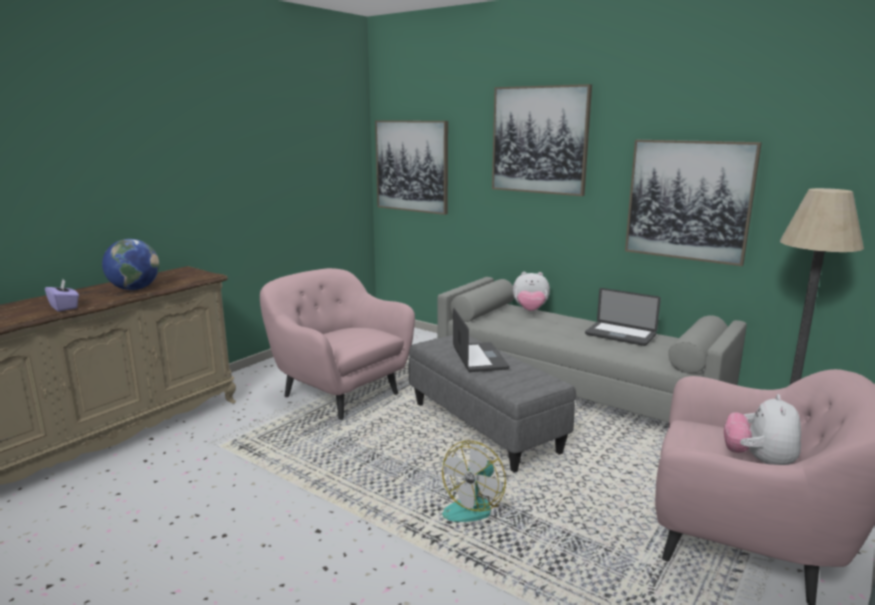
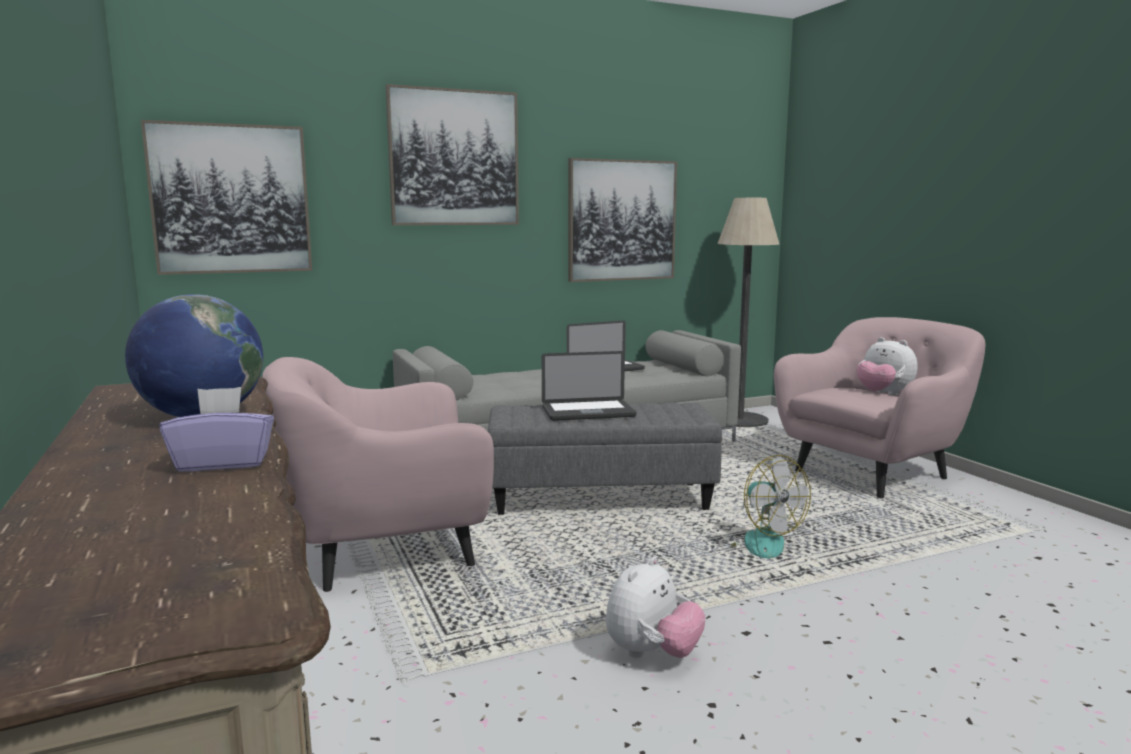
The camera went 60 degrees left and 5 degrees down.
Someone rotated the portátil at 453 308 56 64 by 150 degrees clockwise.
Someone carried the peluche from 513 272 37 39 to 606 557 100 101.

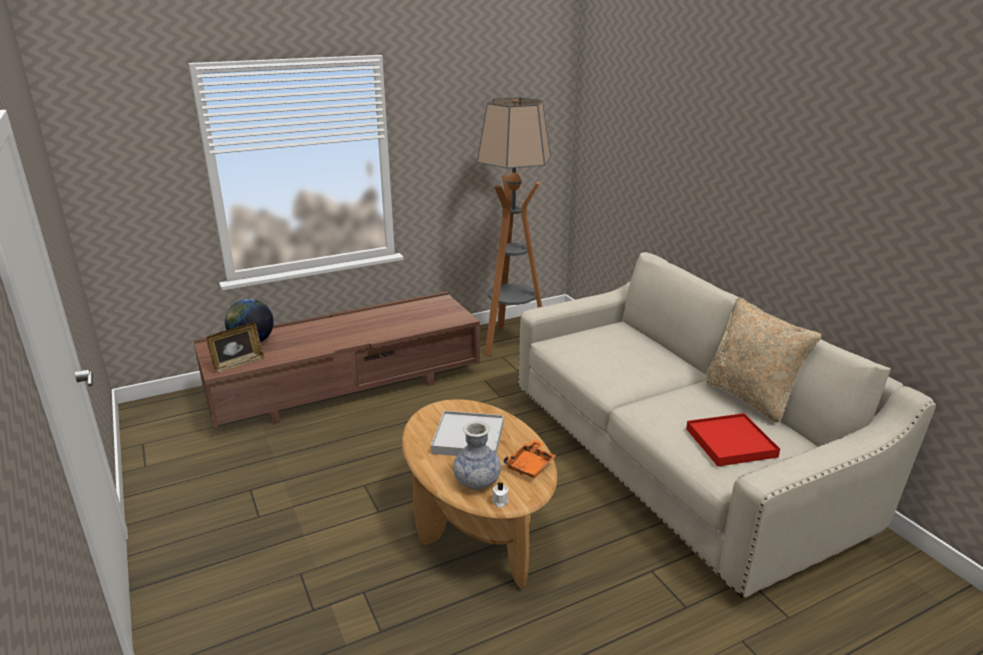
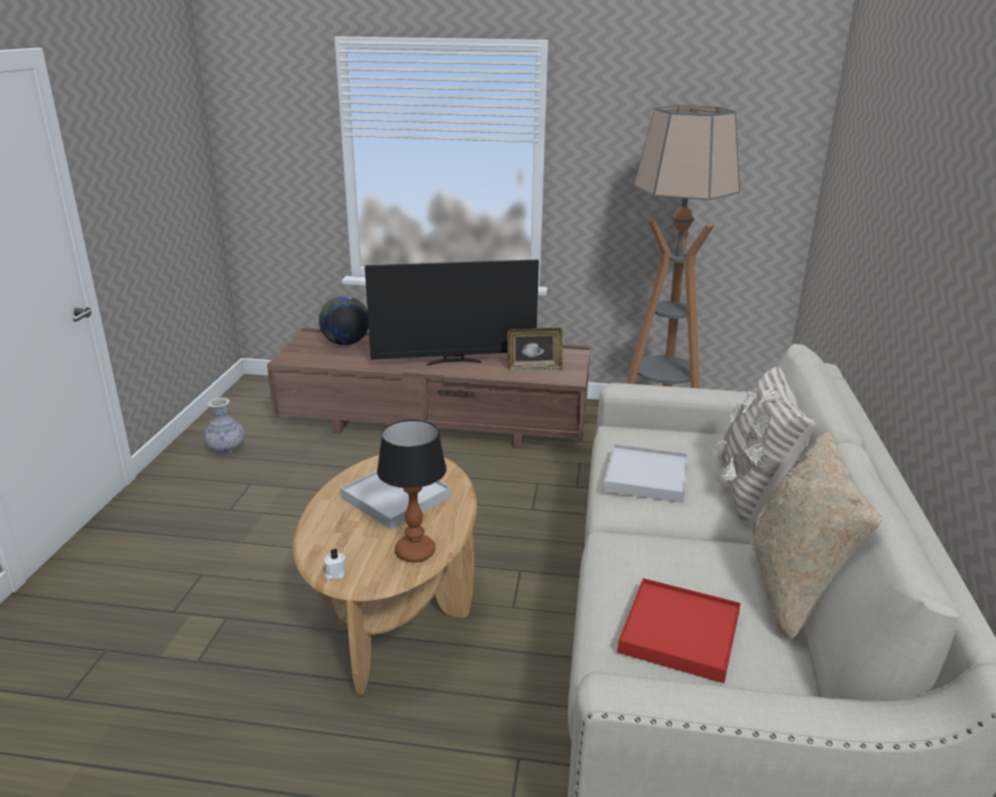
The camera went 35 degrees right and 0 degrees up.
Someone carried the portarretratos from 206 322 59 51 to 507 328 56 43.
Someone carried the florero from 453 421 48 69 to 204 398 40 55.
Someone swapped the bandeja [naranja] at 504 440 52 38 for the lámpara de mesa at 377 420 70 143.
Someone put down the televisor at 365 260 174 106.
Someone put down the bandeja [blanco] at 603 444 85 59.
Someone put down the cojín [beis] at 711 366 105 160.

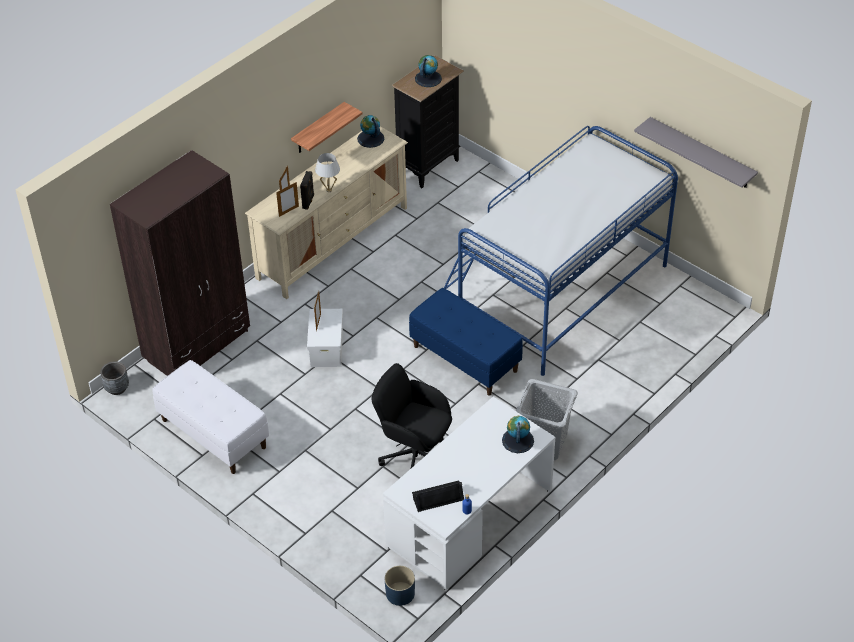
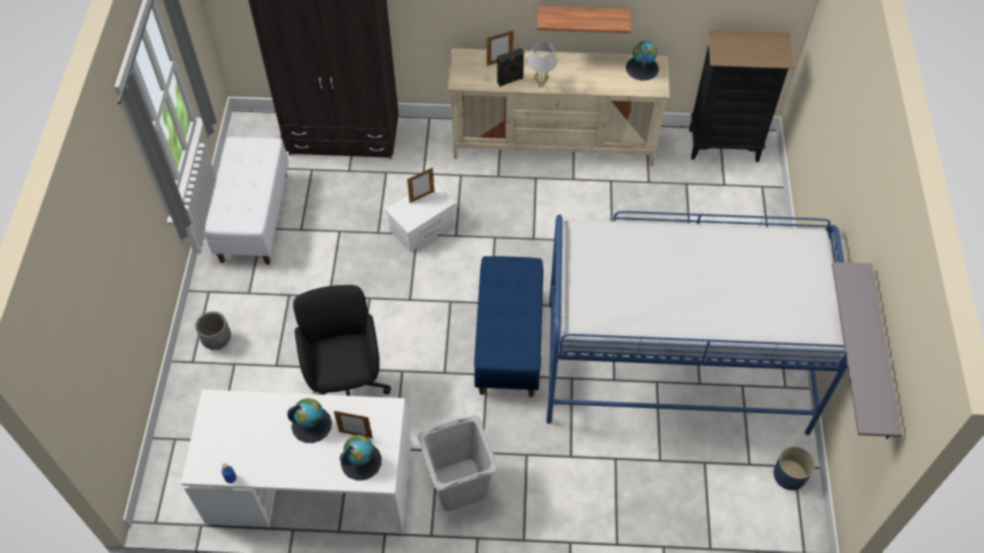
The camera went 50 degrees right and 10 degrees up.
Someone carried the maceta [gris] from 100 361 29 34 to 195 311 36 39.
Someone carried the portarretratos from 276 182 23 35 to 334 411 39 27.
Someone carried the maceta [azul] from 385 566 30 40 to 773 446 42 44.
Someone took away the altavoz [negro] at 412 480 52 32.
Someone carried the globo terráqueo from 415 55 27 32 to 287 398 45 45.

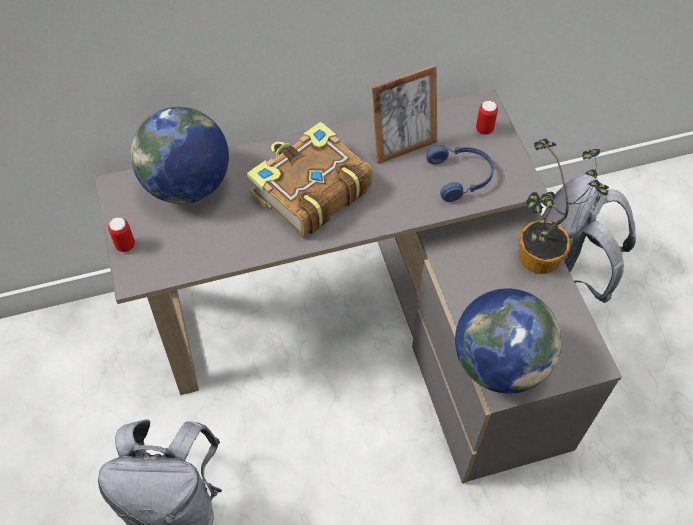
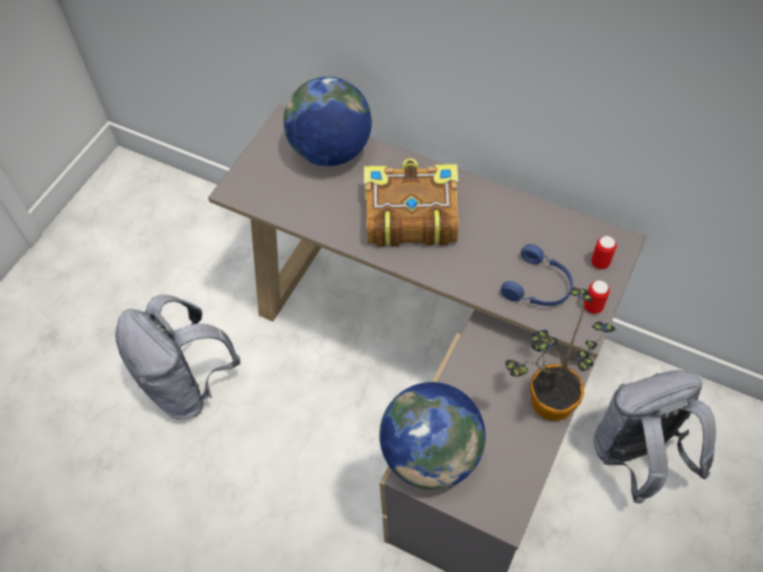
The camera went 45 degrees right and 0 degrees up.
Someone carried the lata from 108 218 27 34 to 584 280 26 34.
Someone took away the portarretratos at 371 65 66 99.

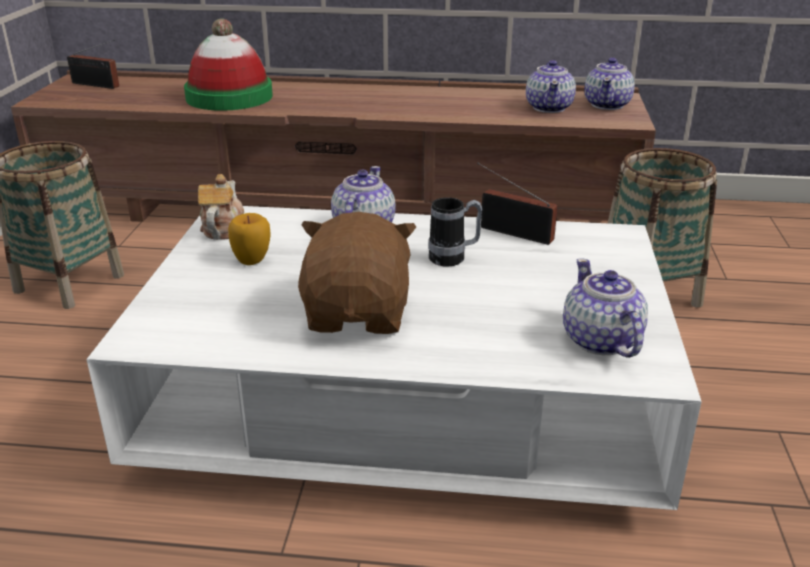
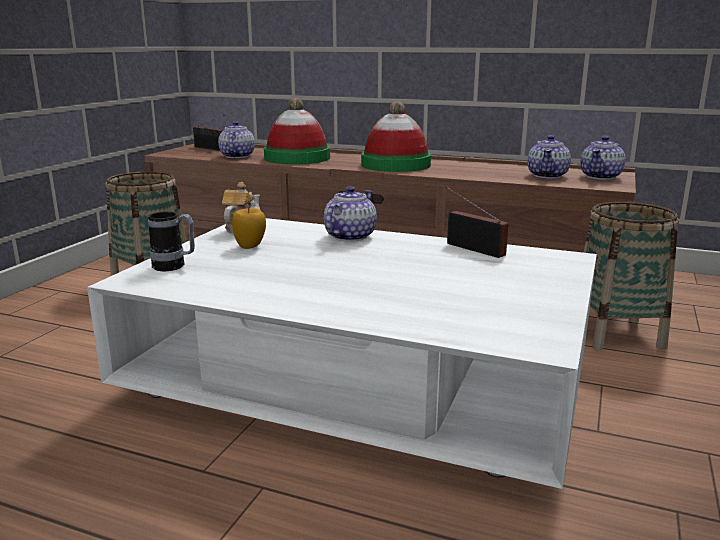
The camera went 15 degrees right and 10 degrees down.
Someone took away the peluche [marrón] at 298 212 118 122.
Someone carried the taza grande from 428 197 54 69 to 148 212 47 59.
Someone carried the tetera from 563 258 85 100 to 218 121 37 37.
Someone put down the sombrero at 361 101 70 71.

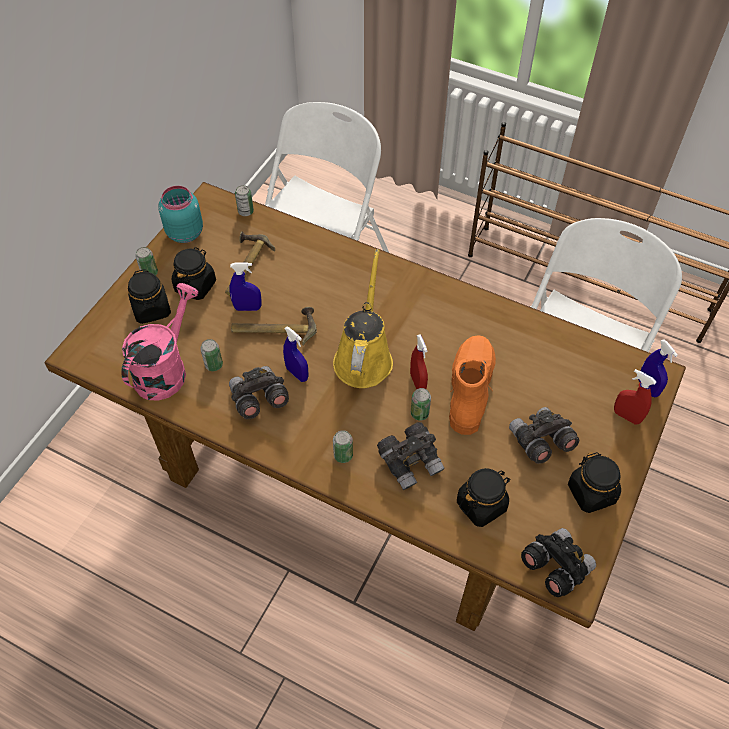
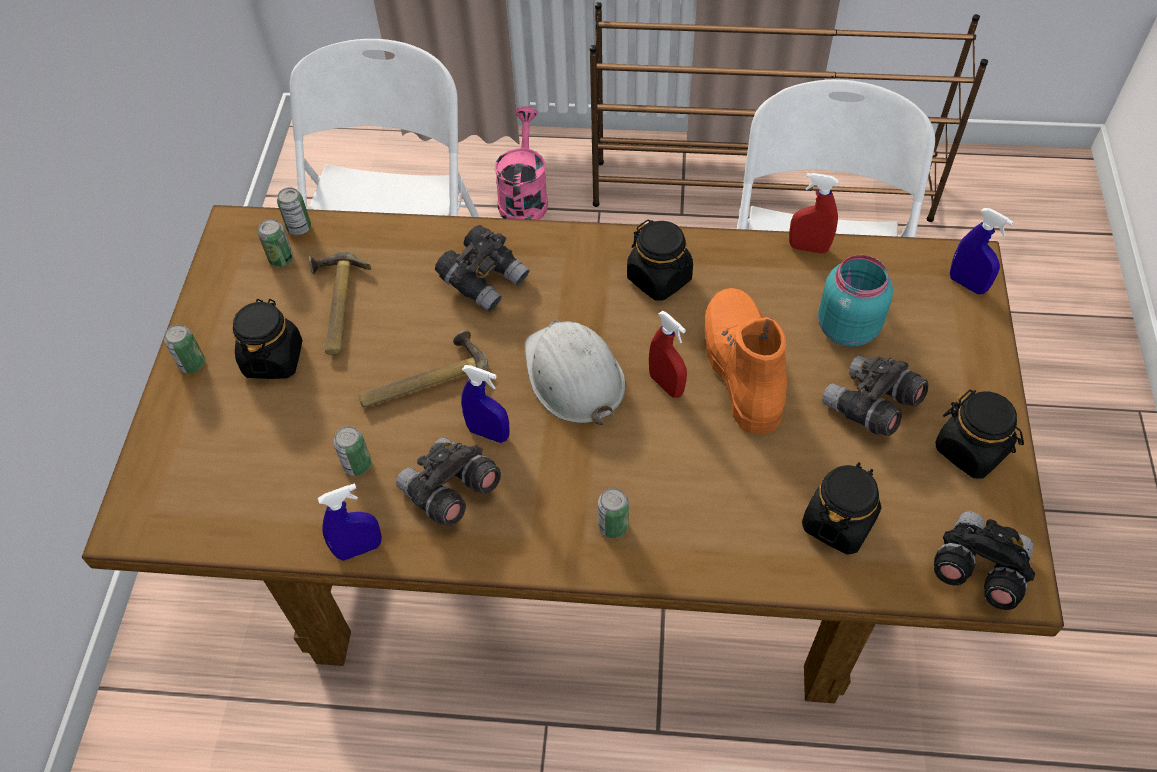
The camera went 20 degrees left and 0 degrees up.
Someone carried the regadera [rosa] from 121 283 78 118 to 495 106 53 114.
Someone carried the tarro [negro] from 128 269 43 55 to 627 219 66 82.
Someone carried the tarro [turquesa] from 159 186 44 57 to 818 255 75 92.
Someone carried the pulverizador [azul] from 229 262 33 49 to 318 483 64 78.
Someone swapped the regadera [amarillo] at 333 249 60 139 for the casco [blanco] at 525 321 101 104.
Someone carried the prismáticos [gris] from 377 422 68 68 to 435 225 95 87.
Someone carried the lata from 411 388 20 33 to 258 219 35 48.
Someone carried the pulverizador [rojo] from 614 369 42 56 to 789 173 50 81.

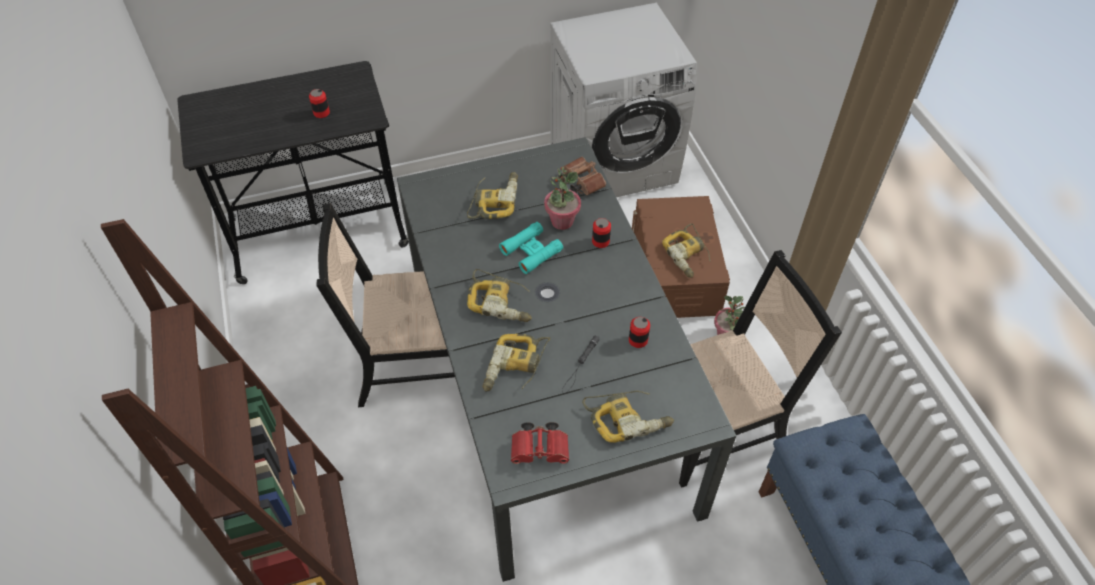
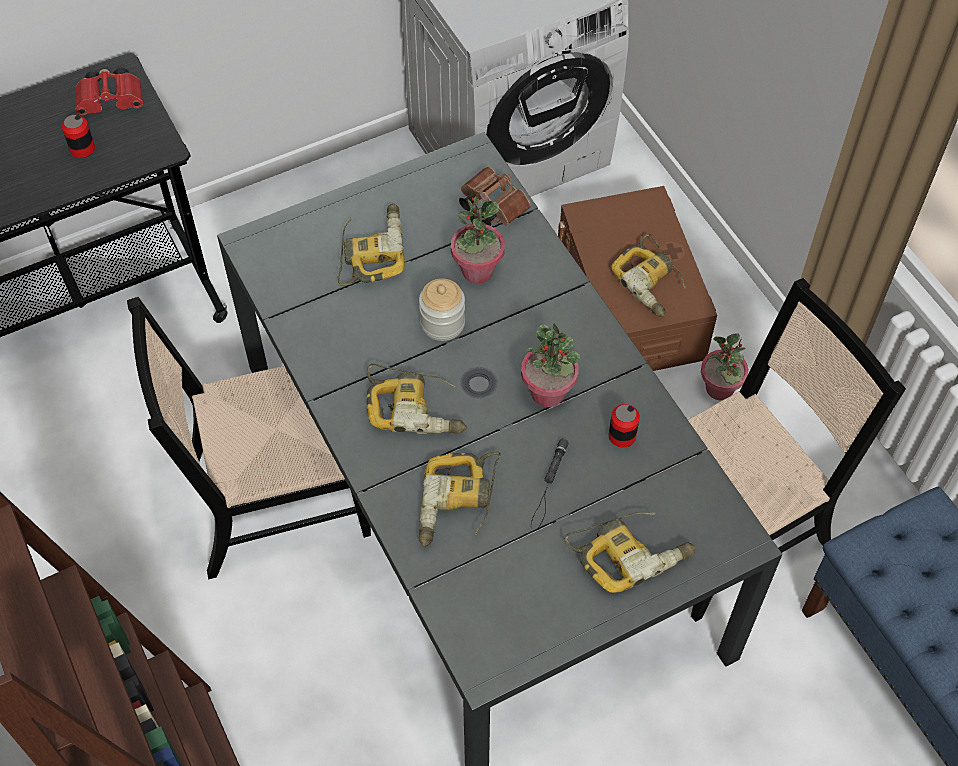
The camera went 10 degrees left and 5 degrees up.
Someone swapped the prismáticos [turquesa] at 499 222 64 52 for the tarro at 419 279 46 62.
Someone carried the prismáticos [rojo] from 511 422 58 42 to 75 67 68 49.
Someone took away the lata at 592 218 19 30.
Someone put down the planta en maceta at 521 323 59 84.

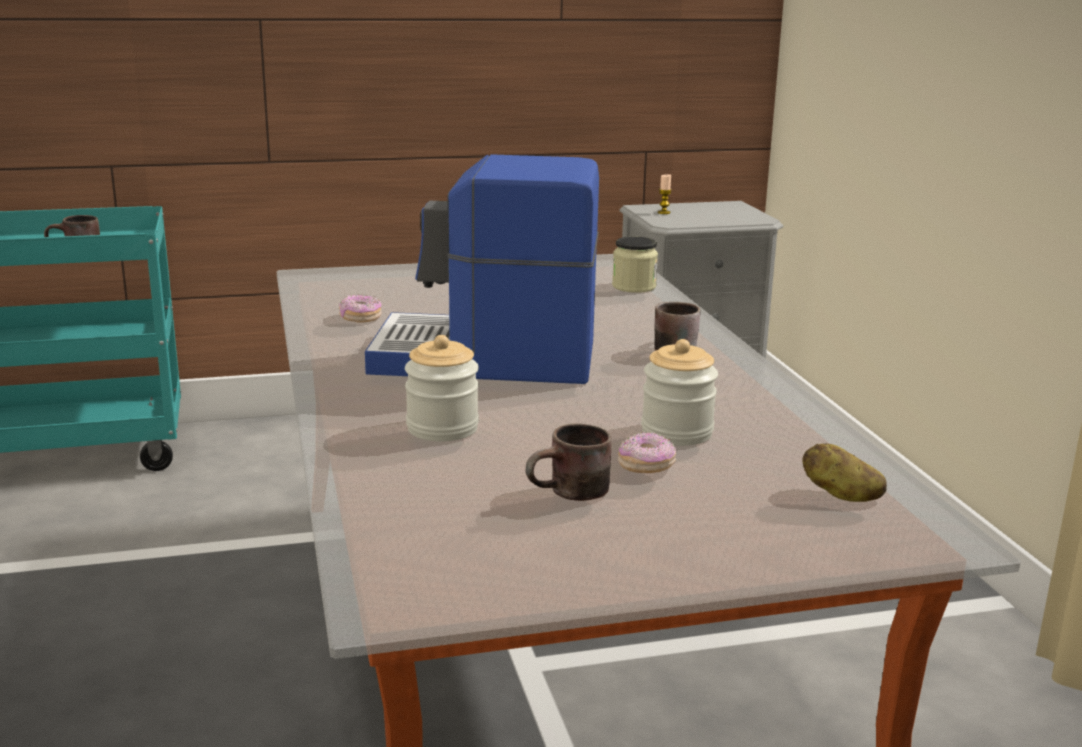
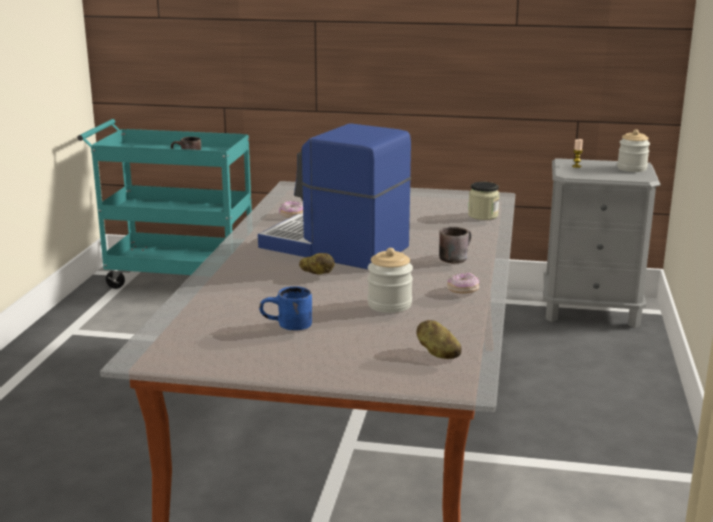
The camera went 25 degrees right and 0 degrees up.
Someone carried the tarro from 405 335 74 106 to 617 129 33 43.
Someone repainted the taza grande [marrón] at 526 423 85 78, which became the taza grande [azul] at 259 286 53 45.
Someone carried the rosquilla from 618 432 58 41 to 447 272 32 22.
Someone put down the patata at 299 253 36 22.

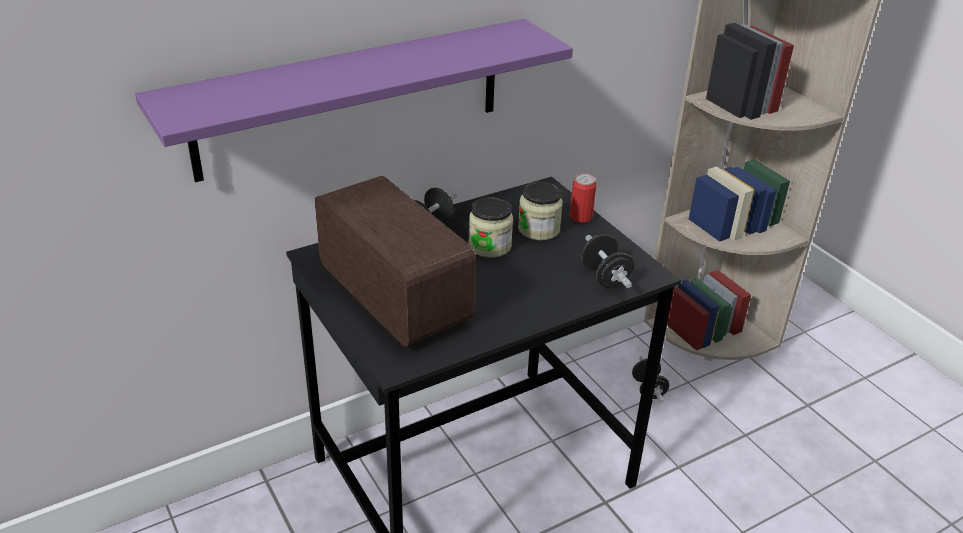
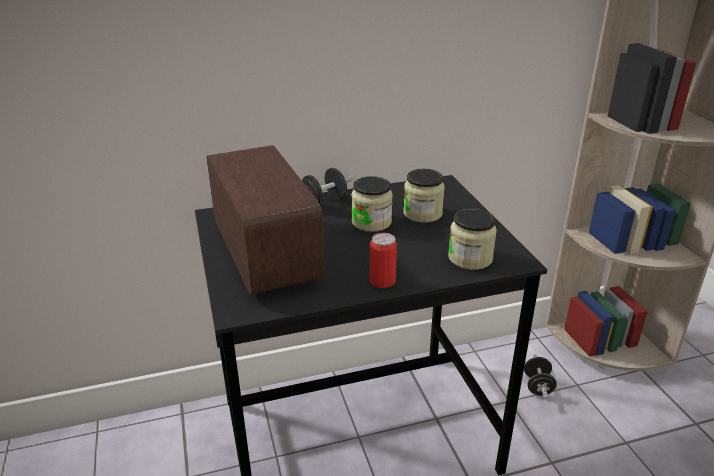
The camera went 15 degrees right and 5 degrees down.
Someone took away the estante [morado] at 135 19 438 163.
Someone carried the lata from 570 174 27 49 to 370 233 27 55.
Someone swapped the mancuerna [negro] at 581 234 53 54 for the tarro at 448 208 49 62.

